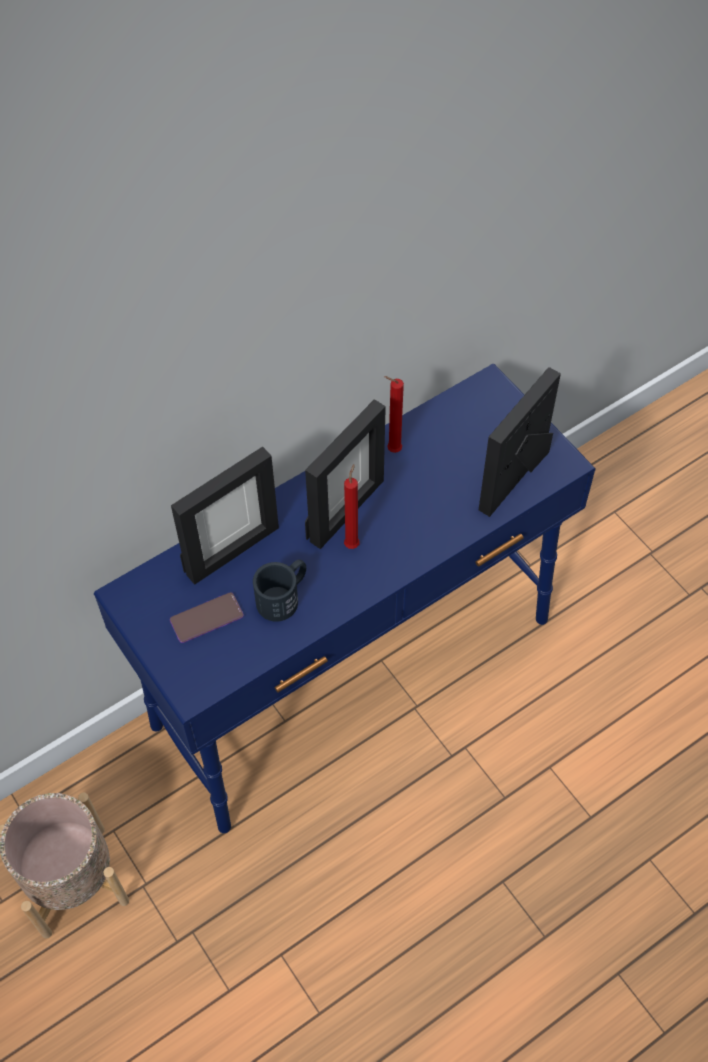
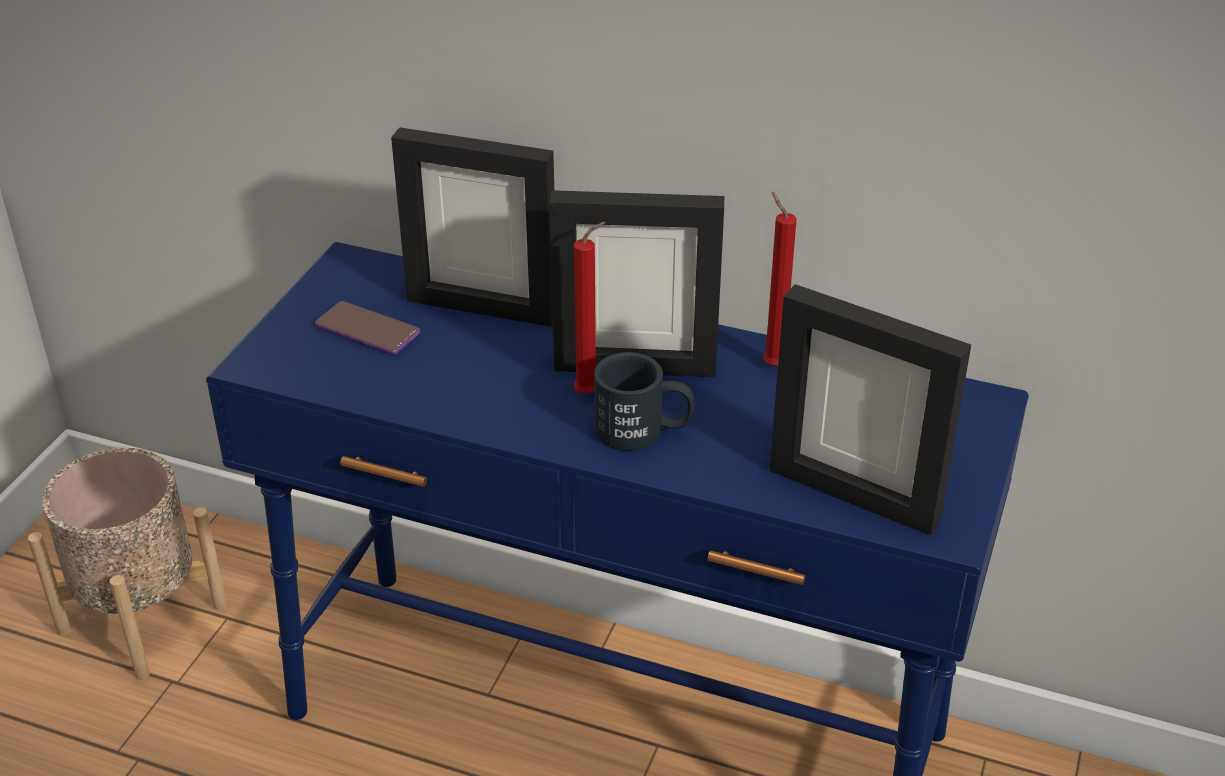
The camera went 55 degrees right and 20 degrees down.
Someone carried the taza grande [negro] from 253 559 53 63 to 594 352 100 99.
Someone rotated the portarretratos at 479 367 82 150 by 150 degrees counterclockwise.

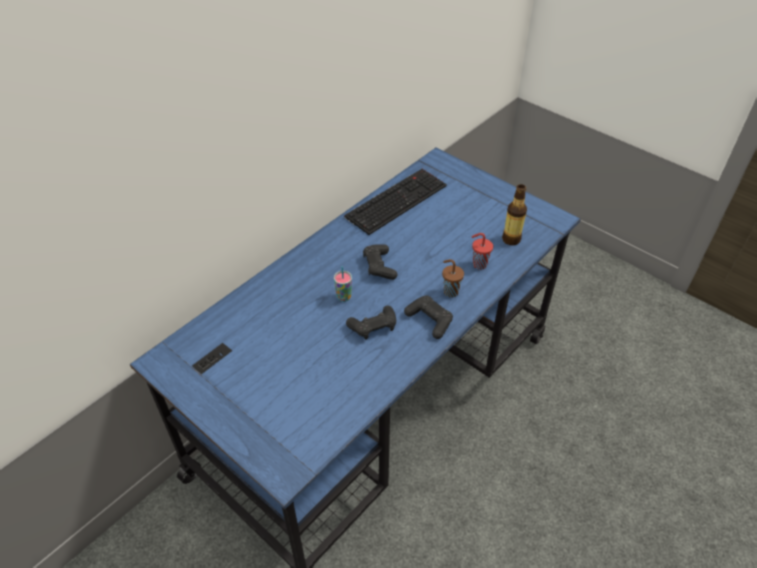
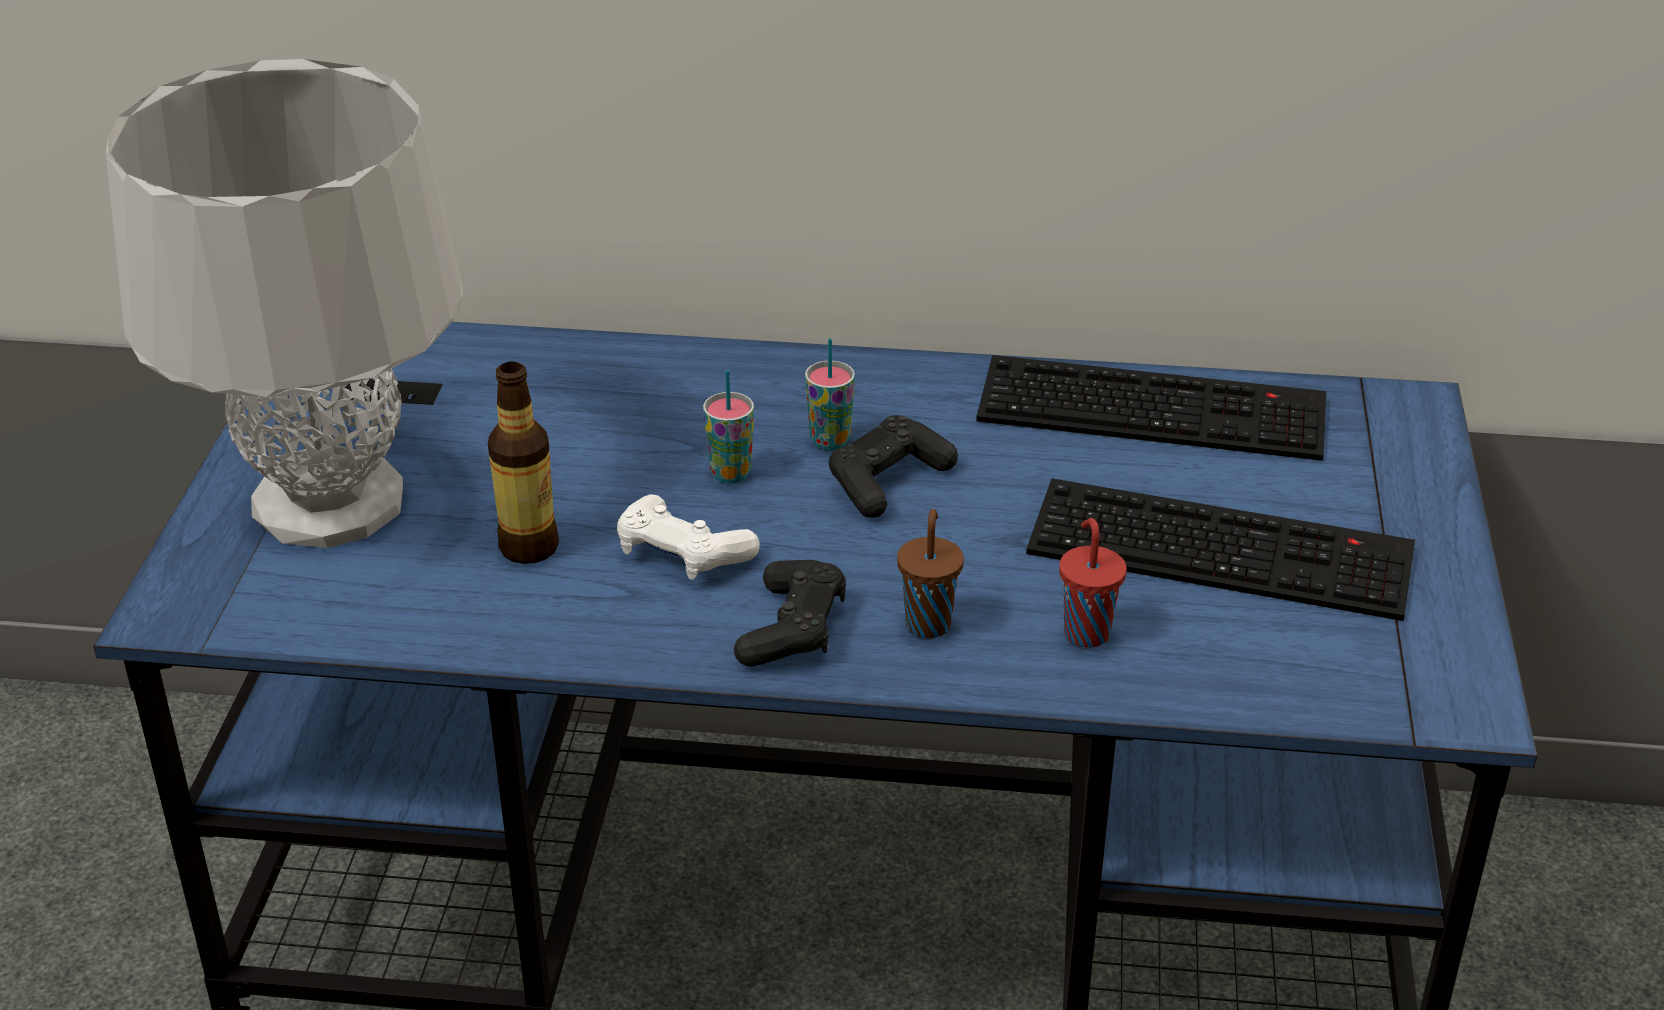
The camera went 55 degrees right and 10 degrees down.
Someone repainted the mando de consola [negro] at 346 306 50 33, which became the mando de consola [blanco] at 617 494 143 86.
Someone carried the botella from 502 184 25 61 to 488 361 71 203.
Someone put down the lámpara de mesa [gris] at 106 59 358 489.
Someone put down the taza at 805 338 50 113.
Someone put down the teclado at 1026 478 389 143.

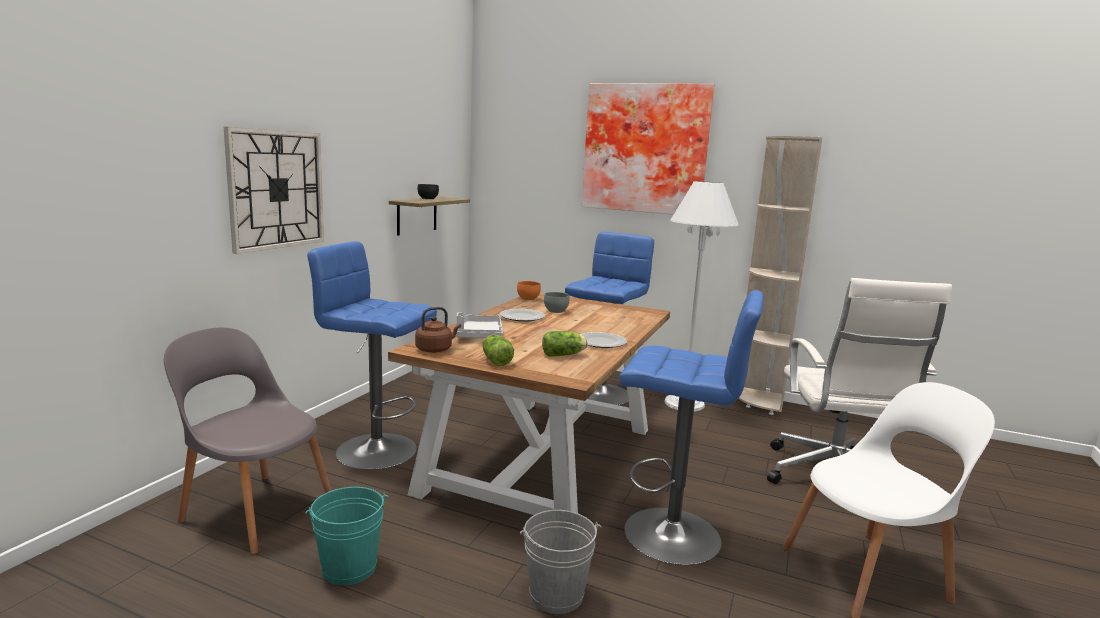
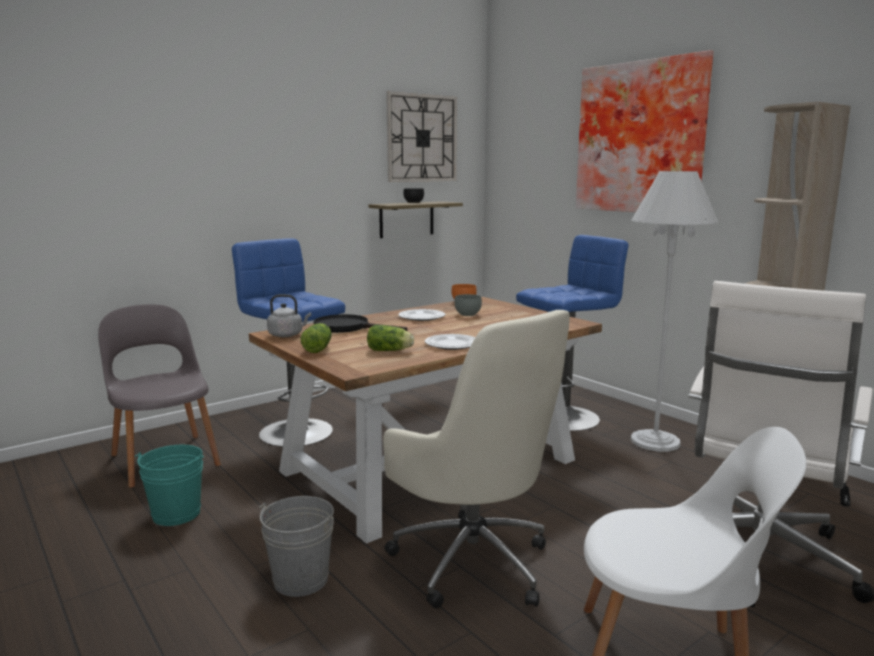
The camera went 30 degrees right and 0 degrees up.
Someone carried the reloj de pared from 224 127 100 127 to 386 91 71 91.
Someone repainted the hervidor [marrón] at 415 307 46 46, which became the hervidor [gris] at 267 294 44 43.
Someone swapped the bandeja [gris] at 456 313 47 25 for the sartén [negro] at 314 314 93 19.
Someone swapped the taburete [azul] at 620 290 144 275 for the silla de oficina [beis] at 383 310 187 298.

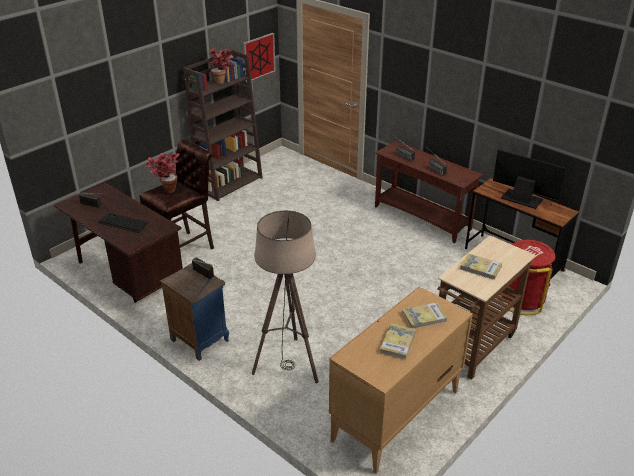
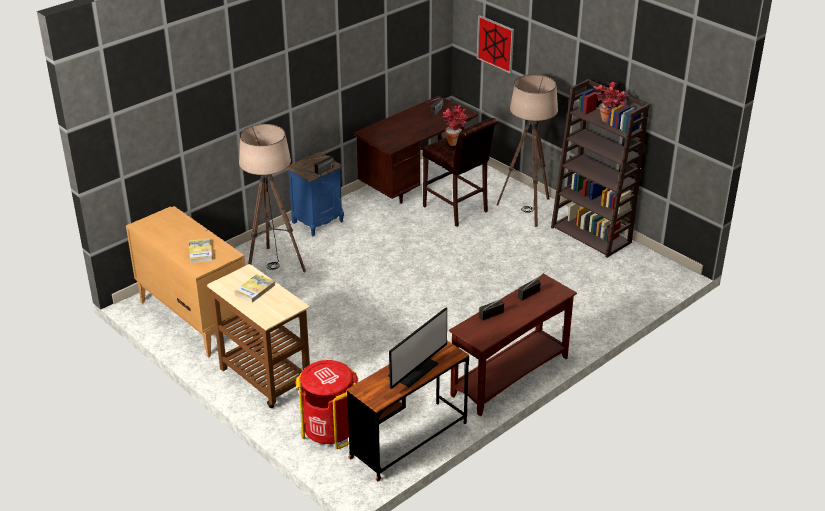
The camera went 95 degrees right and 0 degrees up.
Someone took away the teclado at 97 212 53 21.
Someone carried the cuadro from 243 33 33 49 to 477 15 37 58.
Someone took away the libro at 380 323 36 36.
Someone put down the lámpara de pie at 497 74 61 153.

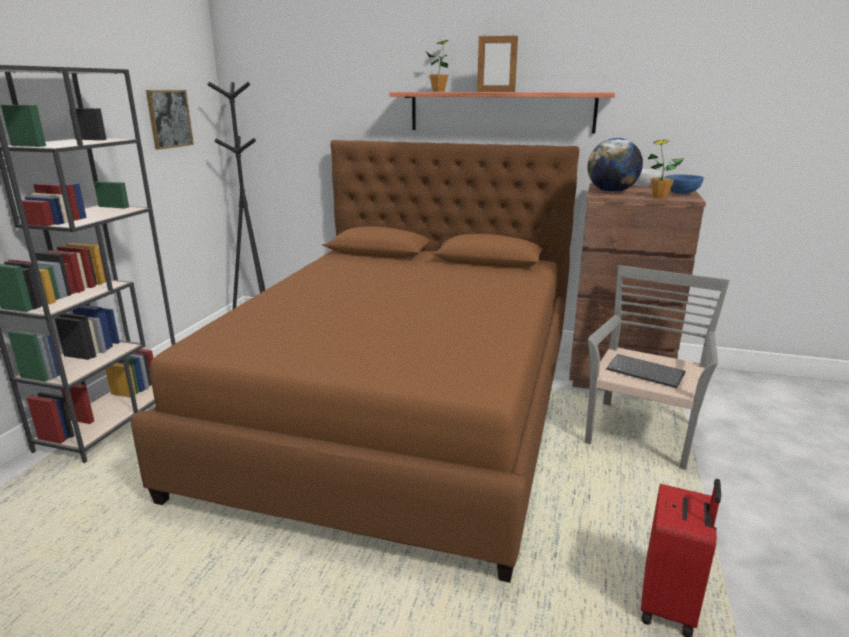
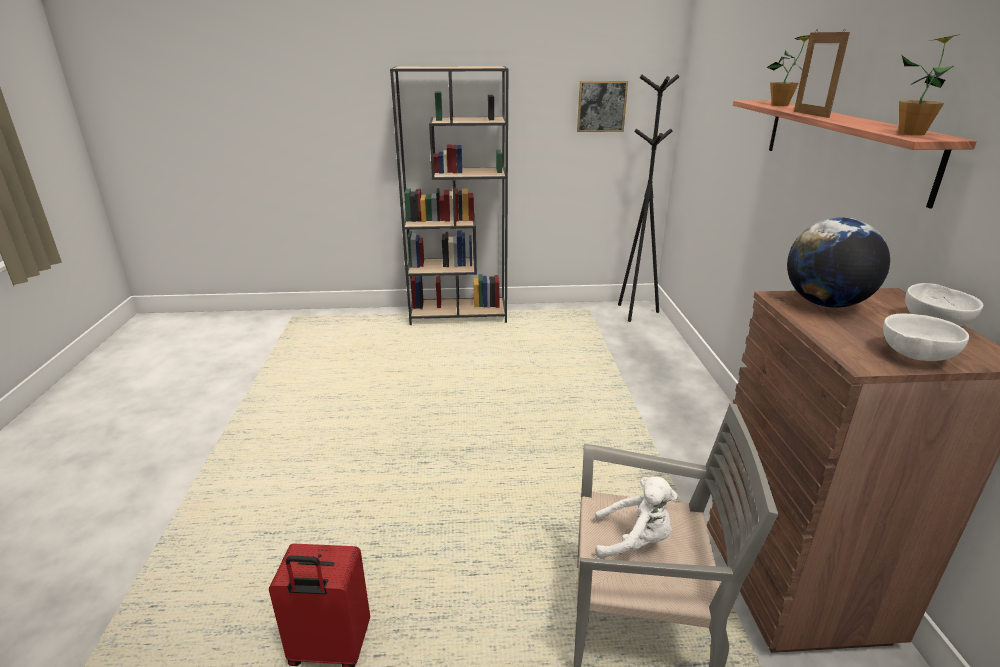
The camera went 70 degrees right and 5 degrees up.
Someone took away the cama [marrón] at 130 140 449 443.
Someone swapped the teclado at 607 354 79 34 for the peluche [blanco] at 595 476 82 83.
Someone carried the planta en maceta from 648 140 37 59 to 899 34 61 102.
Someone repainted the cuenco [azul] at 665 175 39 19, which became the cuenco [blanco] at 883 314 86 47.

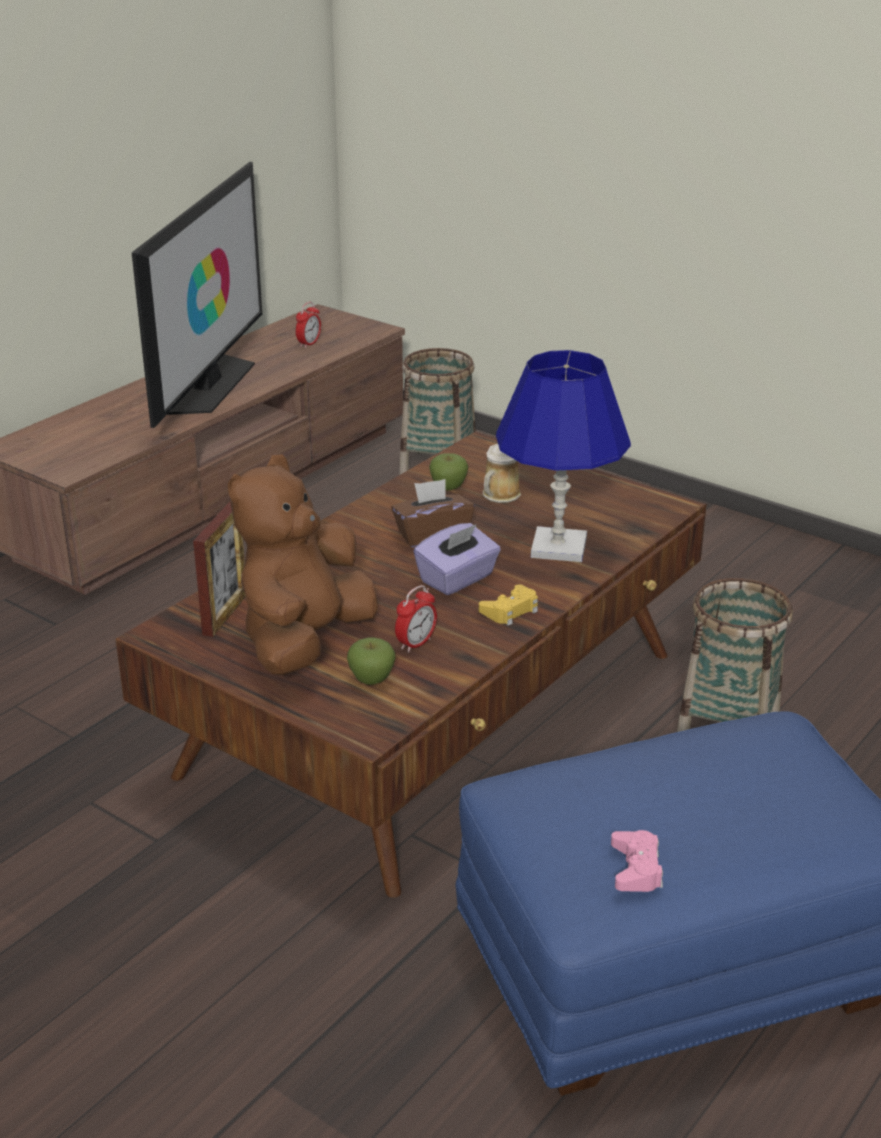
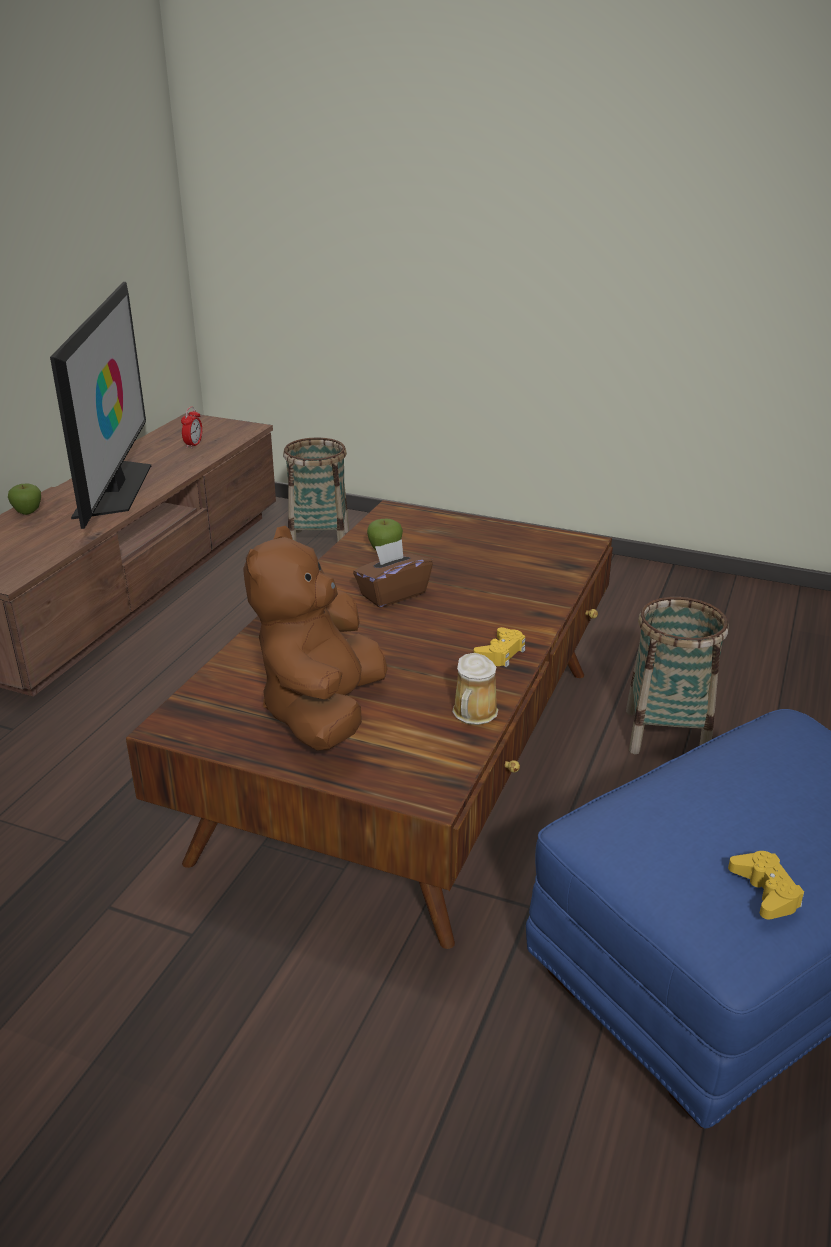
The camera went 15 degrees left and 0 degrees up.
Someone took away the portarretratos at 193 502 53 135.
Someone carried the manzana from 347 637 48 48 to 8 484 33 31.
Someone took away the despertador at 395 585 42 68.
Someone took away the caja de pañuelos [morado] at 413 523 88 72.
Someone carried the taza grande from 482 444 39 59 to 452 653 46 72.
Someone took away the lámpara de mesa [azul] at 496 350 135 212.
Someone repainted the mando de consola [rosa] at 611 830 52 62, which became the mando de consola [amarillo] at 728 851 76 68.

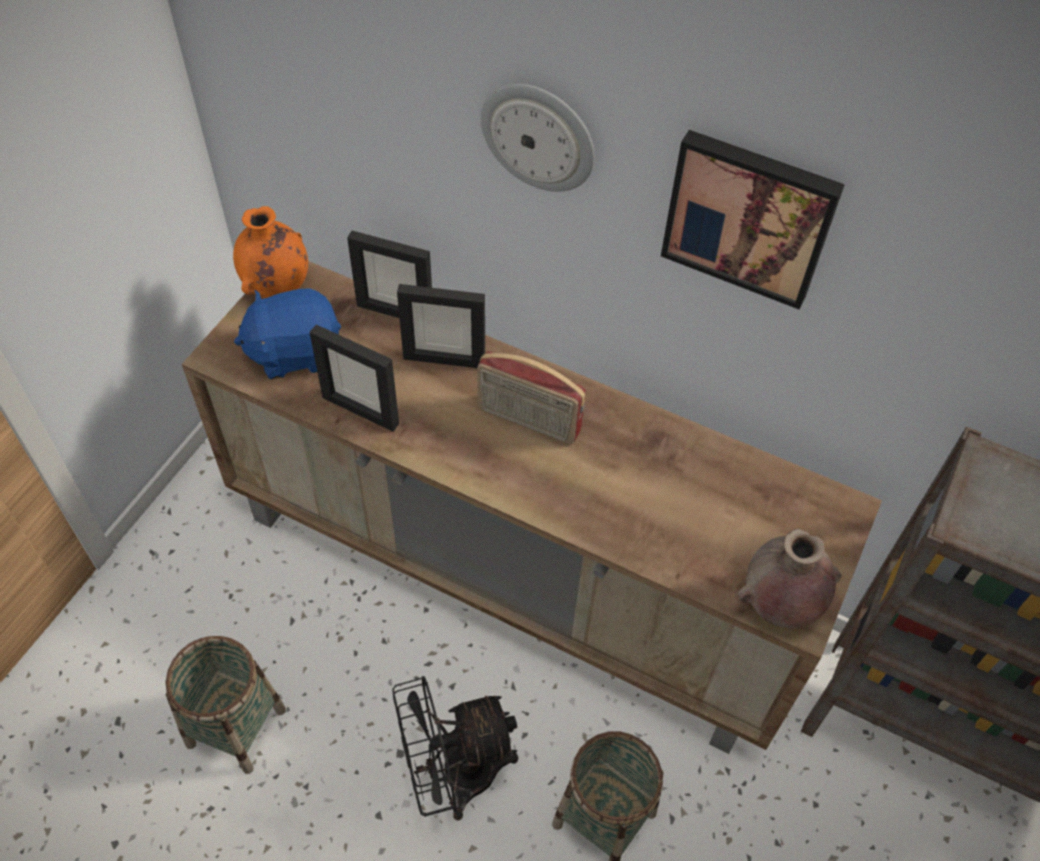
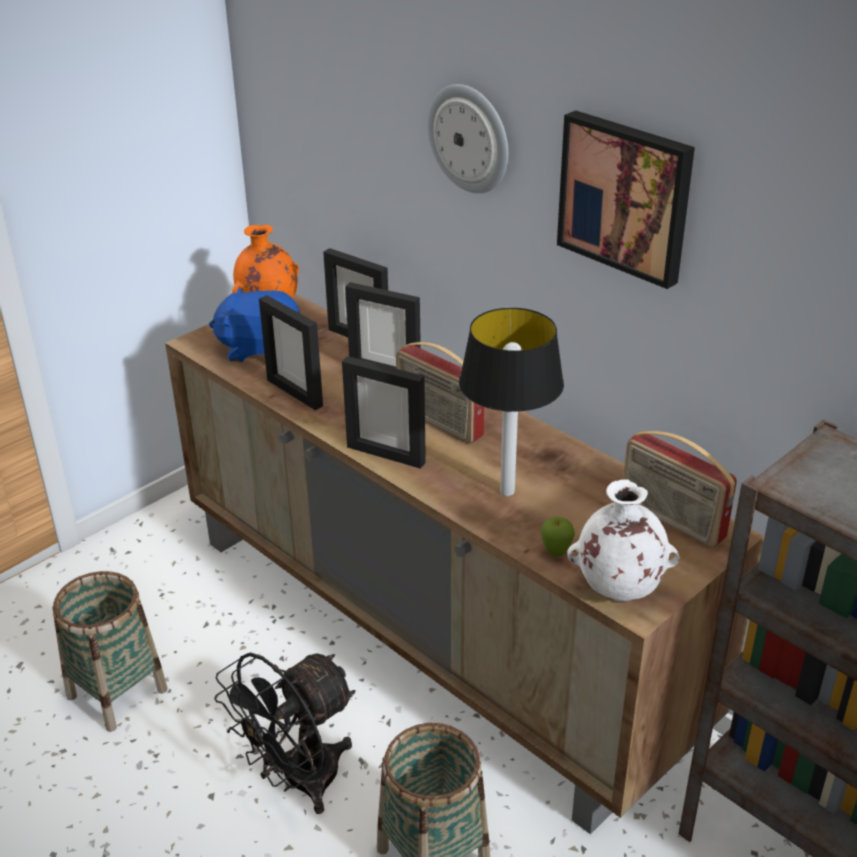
The camera went 20 degrees right and 20 degrees down.
Someone rotated the ventilador [negro] at 392 676 126 145 by 45 degrees counterclockwise.
Someone repainted the florero [marrón] at 737 528 105 100, which became the florero [blanco] at 567 480 113 121.
Someone put down the portarretratos at 342 356 84 113.
Someone put down the lámpara de mesa at 459 308 105 188.
Someone put down the manzana at 541 517 34 40.
Someone put down the radio at 623 431 114 116.

